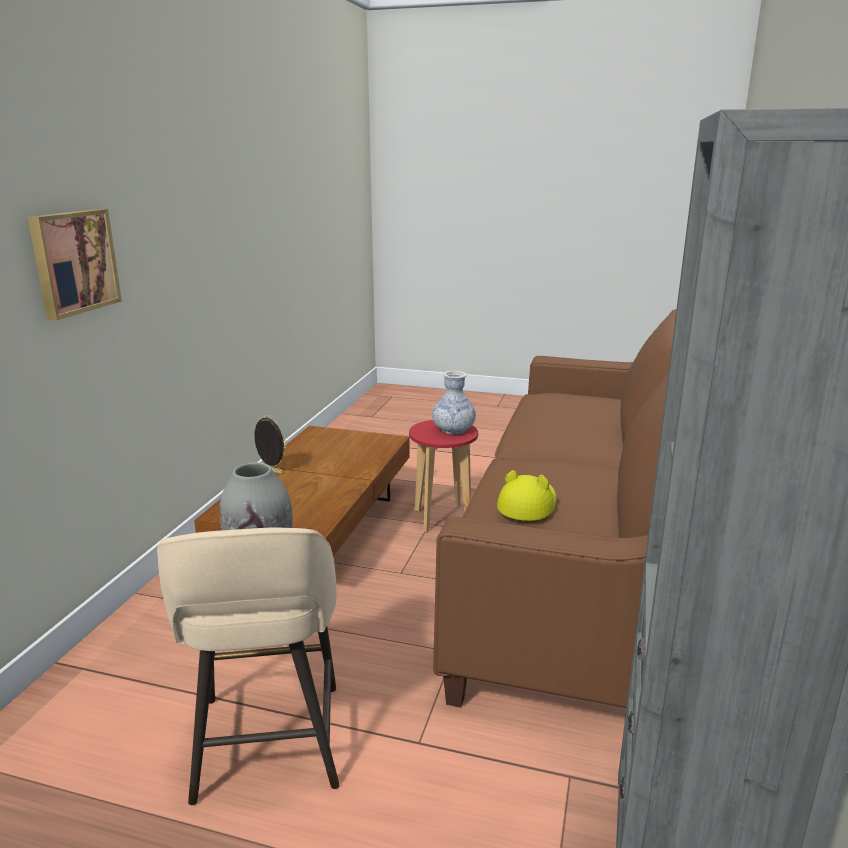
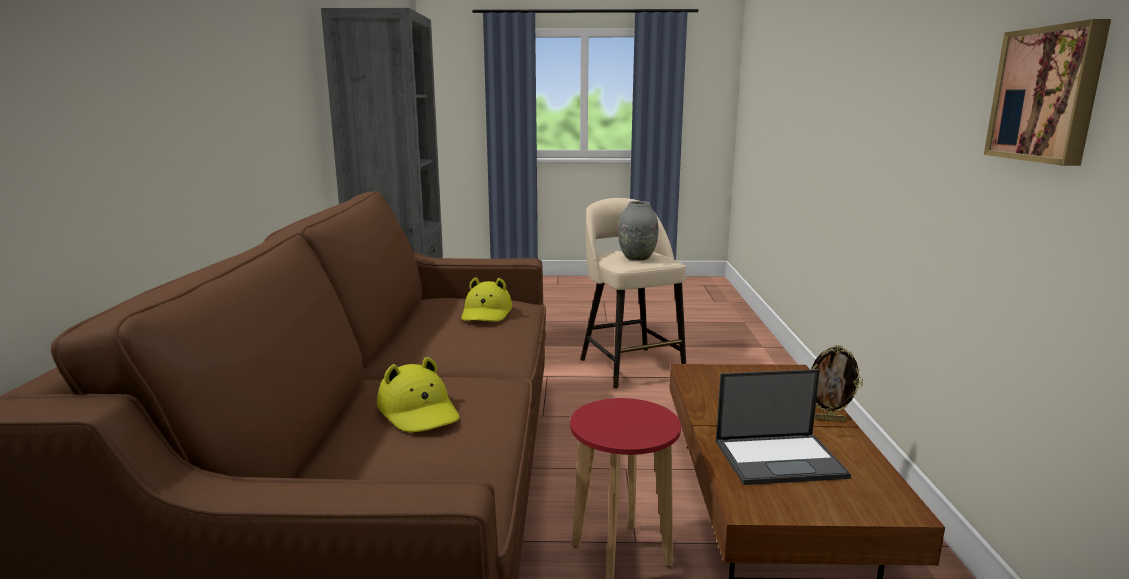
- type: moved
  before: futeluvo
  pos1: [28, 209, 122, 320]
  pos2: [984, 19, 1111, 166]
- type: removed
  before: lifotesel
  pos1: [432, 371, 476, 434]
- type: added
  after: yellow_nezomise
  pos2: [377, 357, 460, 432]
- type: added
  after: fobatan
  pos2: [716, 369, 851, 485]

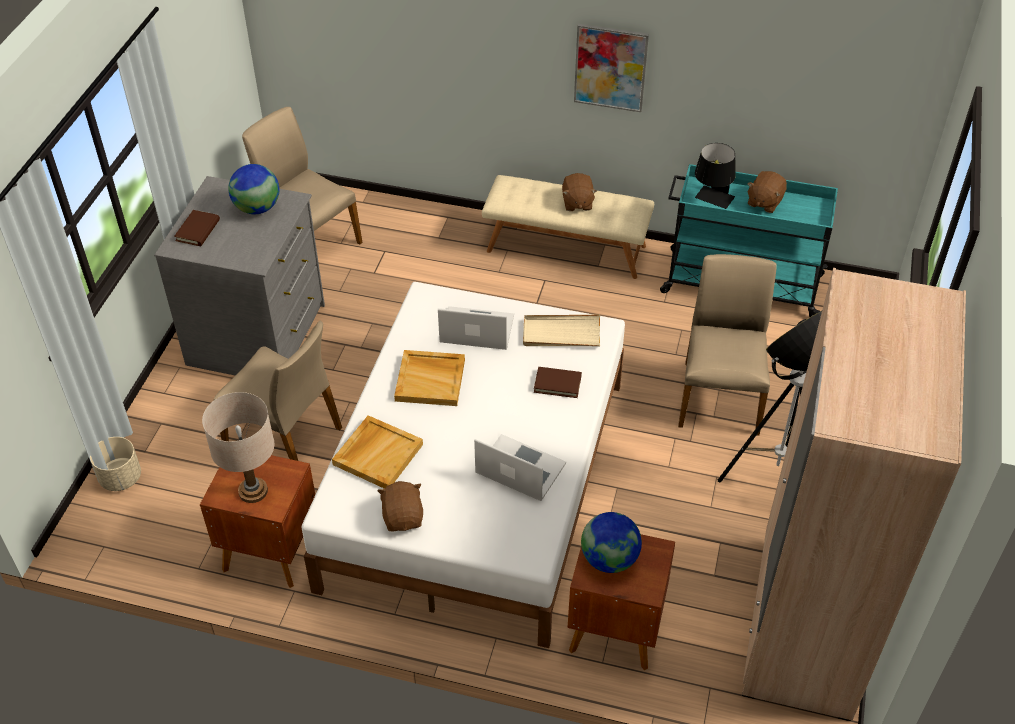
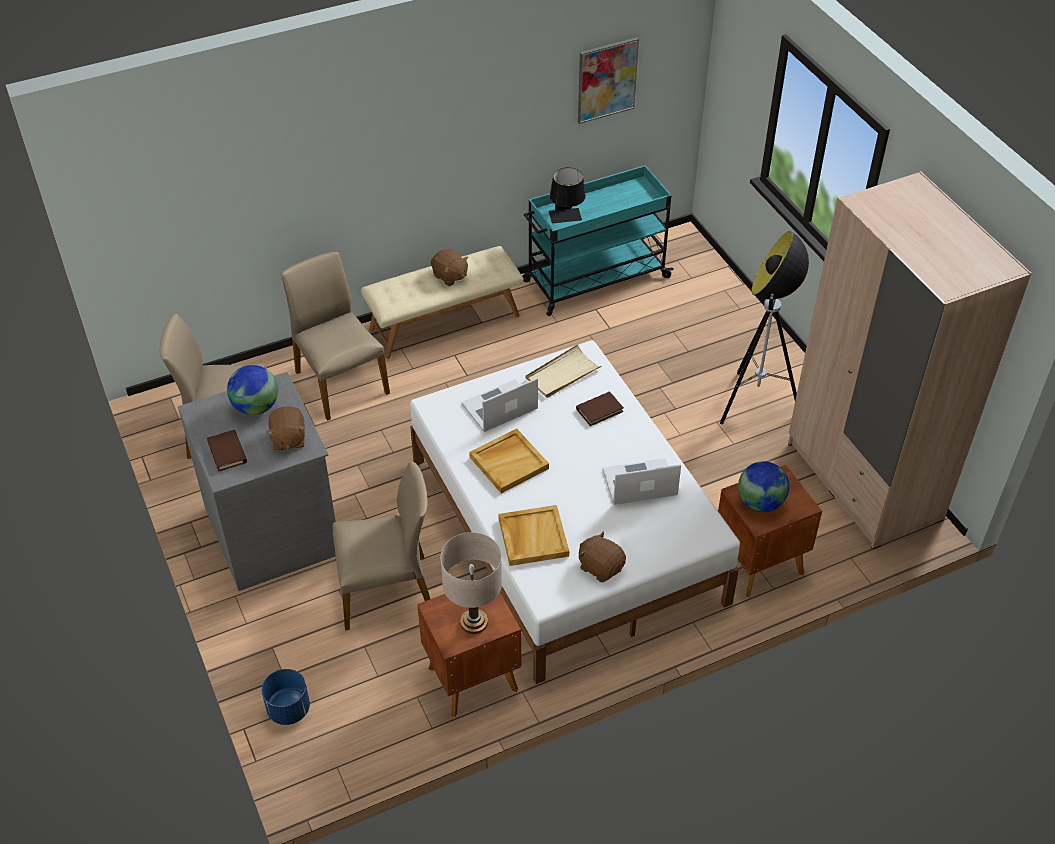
- type: recoloured
  before: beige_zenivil
  after: blue_zenivil
  pos1: [90, 437, 141, 491]
  pos2: [262, 669, 310, 725]
- type: moved
  before: futeluvo
  pos1: [574, 24, 649, 112]
  pos2: [578, 37, 639, 124]
- type: moved
  before: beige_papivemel
  pos1: [678, 254, 777, 436]
  pos2: [281, 252, 390, 421]
- type: moved
  before: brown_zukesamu
  pos1: [747, 171, 787, 213]
  pos2: [266, 407, 305, 451]

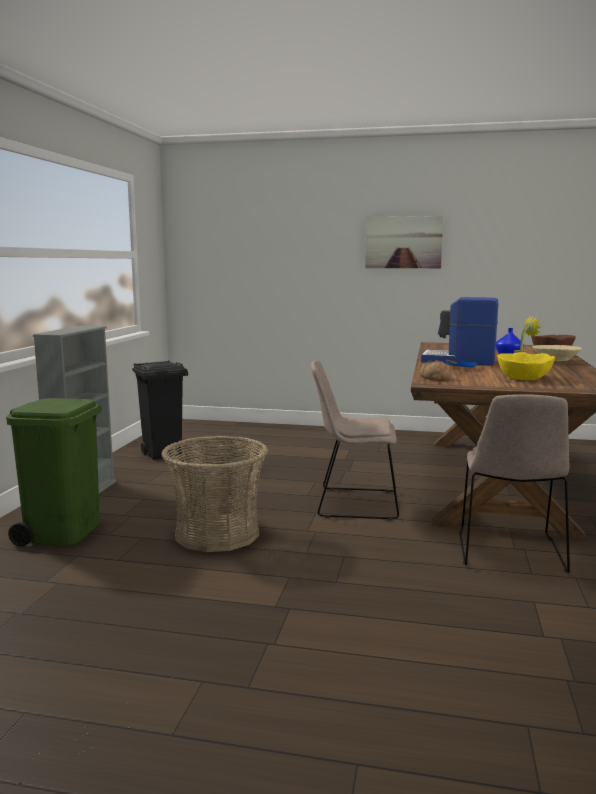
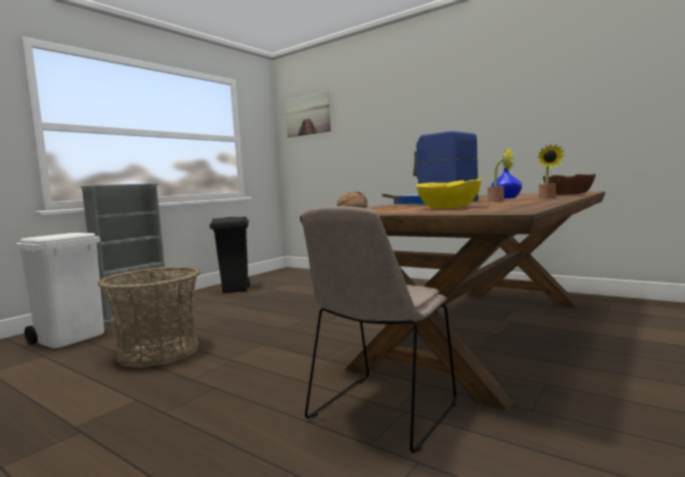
- type: recoloured
  before: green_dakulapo
  after: white_dakulapo
  pos1: [6, 398, 102, 547]
  pos2: [16, 233, 104, 348]
- type: removed
  before: beige_papivemel
  pos1: [311, 361, 399, 520]
- type: moved
  before: futeluvo
  pos1: [365, 216, 443, 268]
  pos2: [285, 91, 331, 138]
- type: replaced
  before: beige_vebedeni
  after: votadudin
  pos1: [533, 345, 582, 361]
  pos2: [538, 144, 566, 199]

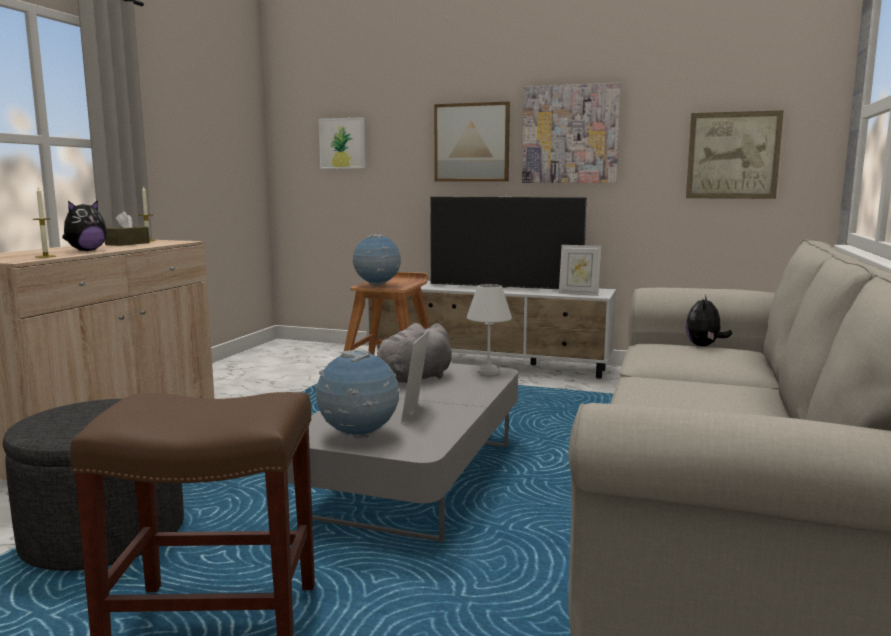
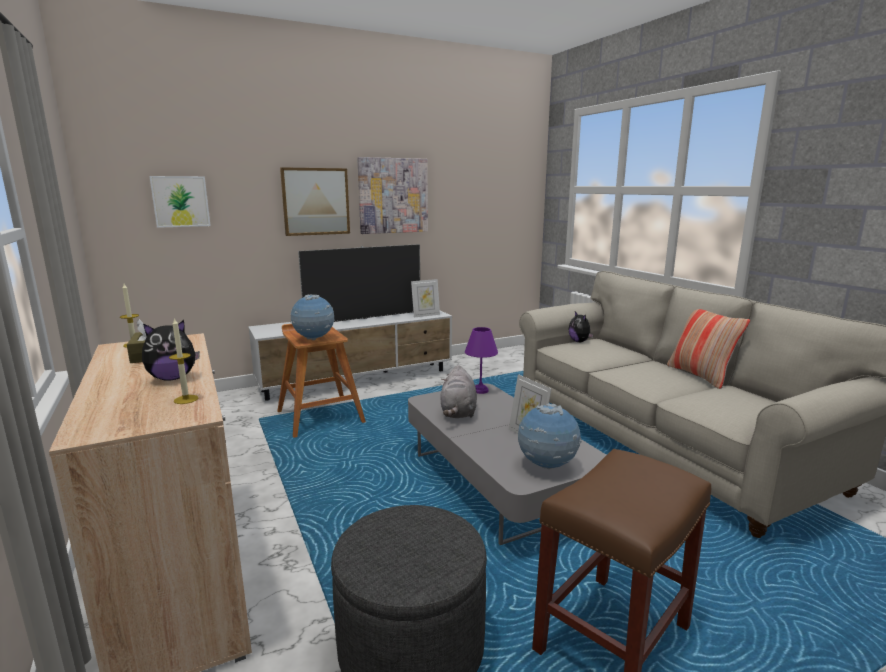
- type: turned
  before: zukesamu
  pos1: [62, 200, 107, 251]
  pos2: [142, 320, 200, 381]
  turn: 75
- type: recoloured
  before: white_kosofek
  after: purple_kosofek
  pos1: [467, 284, 512, 375]
  pos2: [465, 327, 498, 394]
- type: removed
  before: futeluvo
  pos1: [686, 110, 784, 199]
- type: added
  after: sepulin
  pos2: [667, 309, 750, 389]

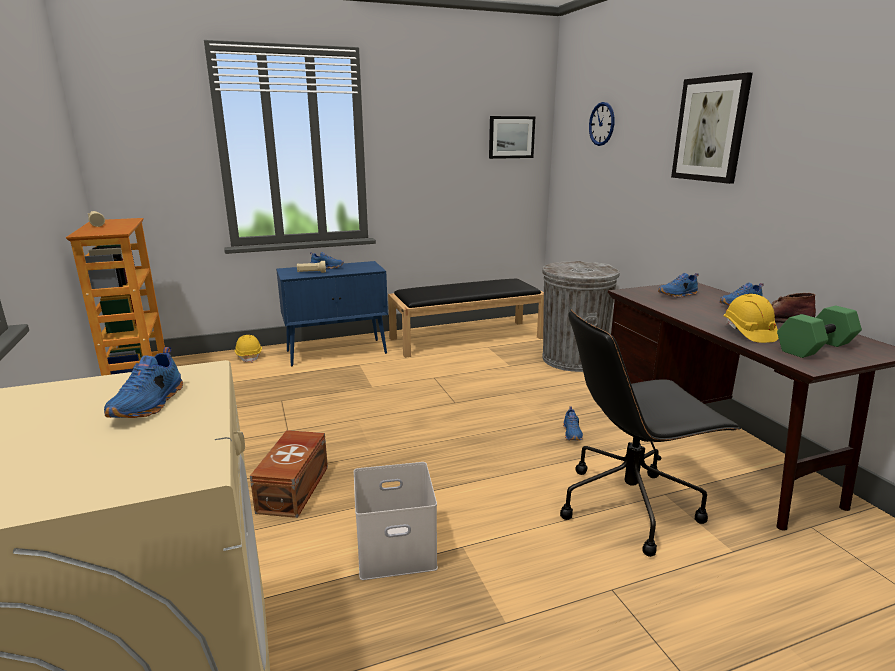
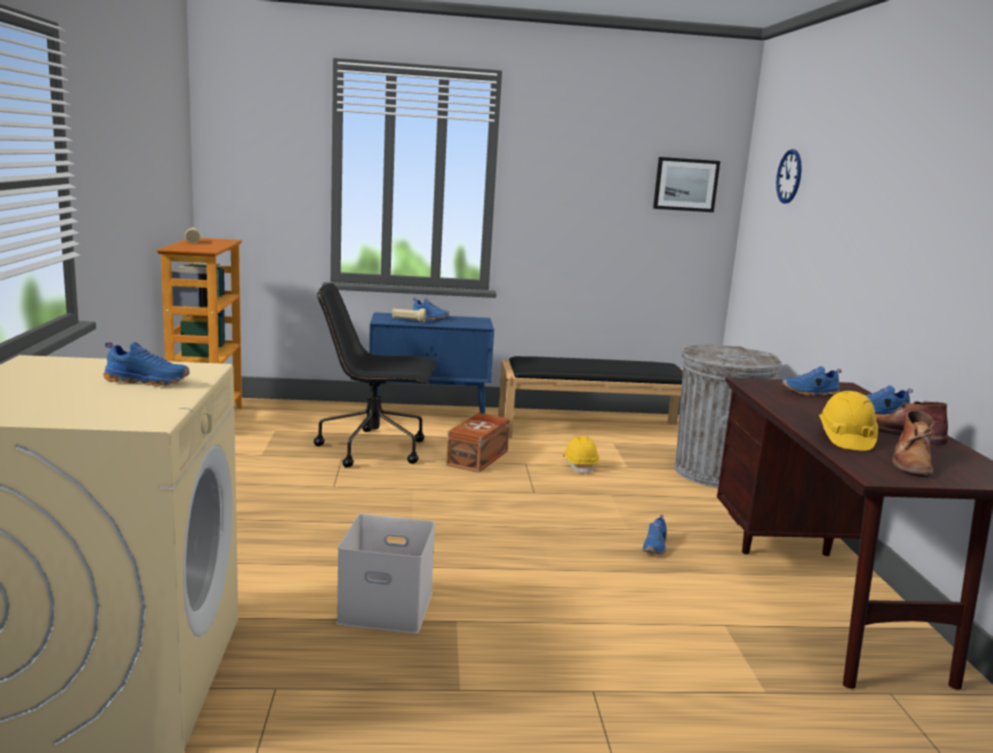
- type: turned
  before: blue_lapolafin
  pos1: [104, 347, 183, 418]
  pos2: [103, 342, 190, 387]
  turn: -105
- type: moved
  before: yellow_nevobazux
  pos1: [234, 335, 262, 363]
  pos2: [563, 436, 599, 475]
- type: moved
  before: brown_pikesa
  pos1: [250, 430, 328, 518]
  pos2: [446, 413, 510, 473]
- type: moved
  before: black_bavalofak
  pos1: [560, 310, 741, 557]
  pos2: [314, 283, 436, 468]
- type: removed
  before: futeluvo
  pos1: [671, 72, 753, 184]
- type: replaced
  before: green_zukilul
  after: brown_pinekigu
  pos1: [777, 306, 862, 358]
  pos2: [892, 410, 934, 477]

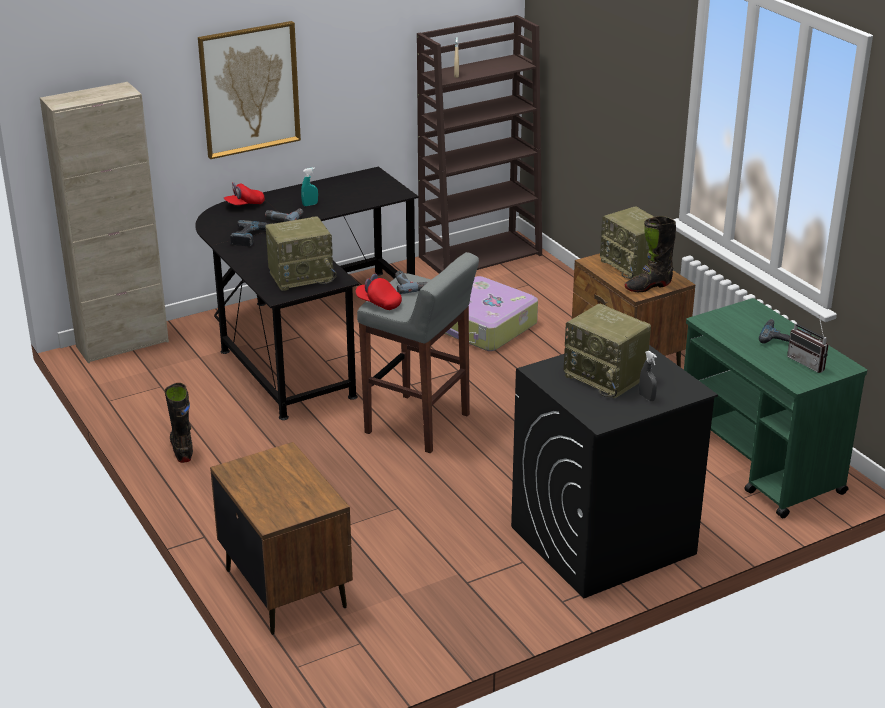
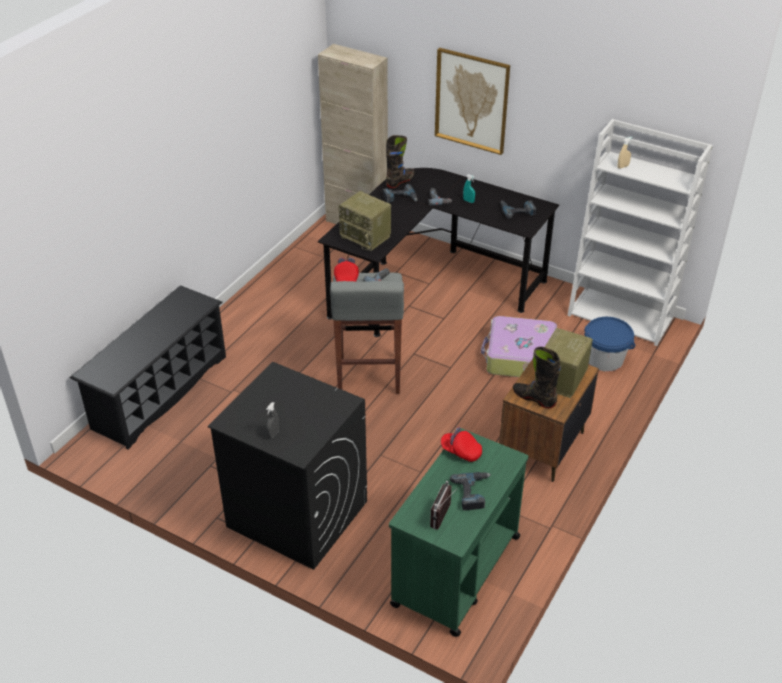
- type: moved
  before: black_pinekigu
  pos1: [165, 383, 193, 463]
  pos2: [386, 135, 414, 188]
- type: replaced
  before: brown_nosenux
  after: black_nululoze
  pos1: [210, 442, 353, 635]
  pos2: [70, 285, 226, 450]
- type: moved
  before: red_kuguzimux
  pos1: [224, 182, 265, 205]
  pos2: [441, 427, 482, 462]
- type: recoloured
  before: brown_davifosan
  after: white_davifosan
  pos1: [417, 15, 542, 274]
  pos2: [567, 119, 713, 346]
- type: removed
  before: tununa
  pos1: [564, 304, 651, 399]
- type: added
  after: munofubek
  pos2: [501, 200, 536, 219]
- type: added
  after: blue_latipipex
  pos2: [584, 317, 635, 372]

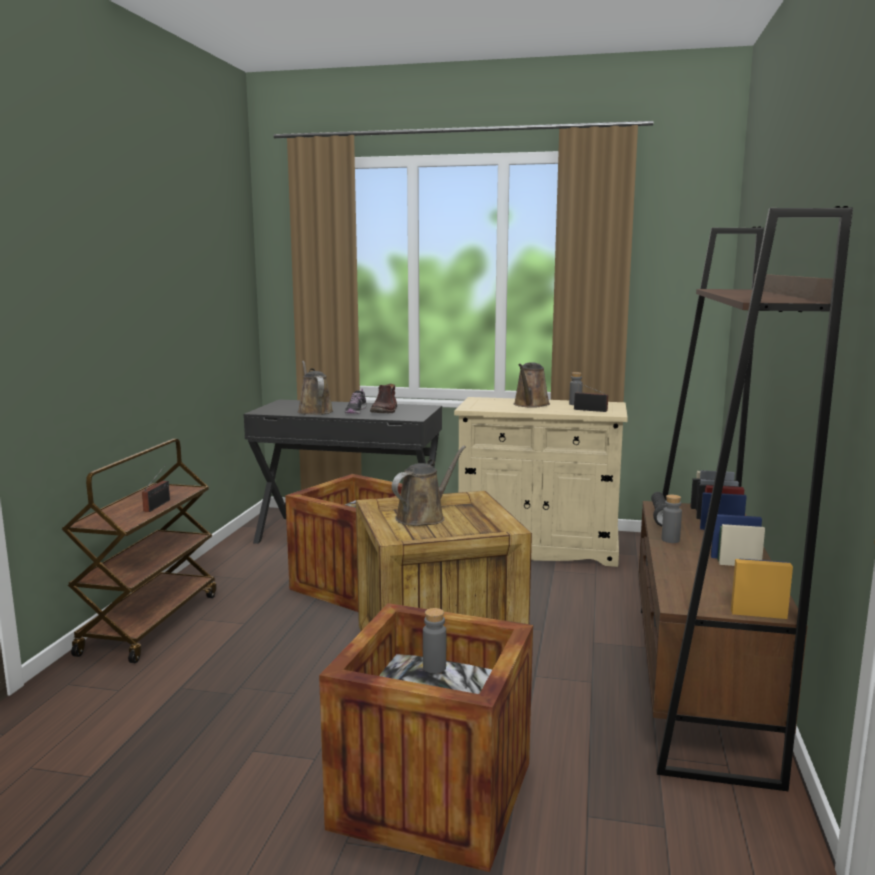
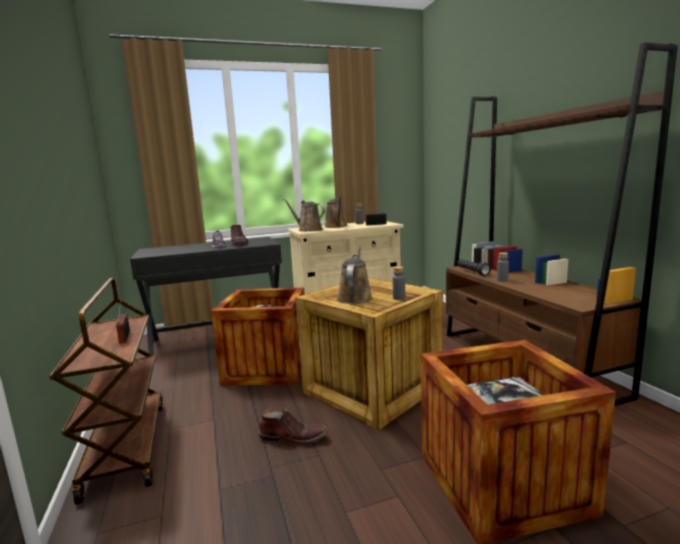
- type: moved
  before: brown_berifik
  pos1: [298, 361, 333, 415]
  pos2: [283, 199, 325, 232]
- type: moved
  before: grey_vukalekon
  pos1: [423, 608, 446, 673]
  pos2: [393, 266, 405, 300]
- type: added
  after: brown_pinekigu
  pos2: [259, 408, 328, 445]

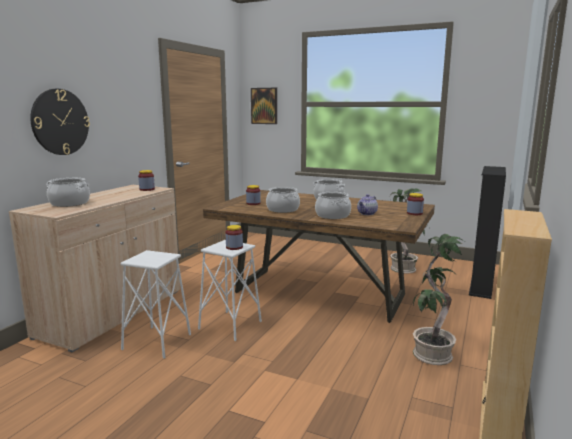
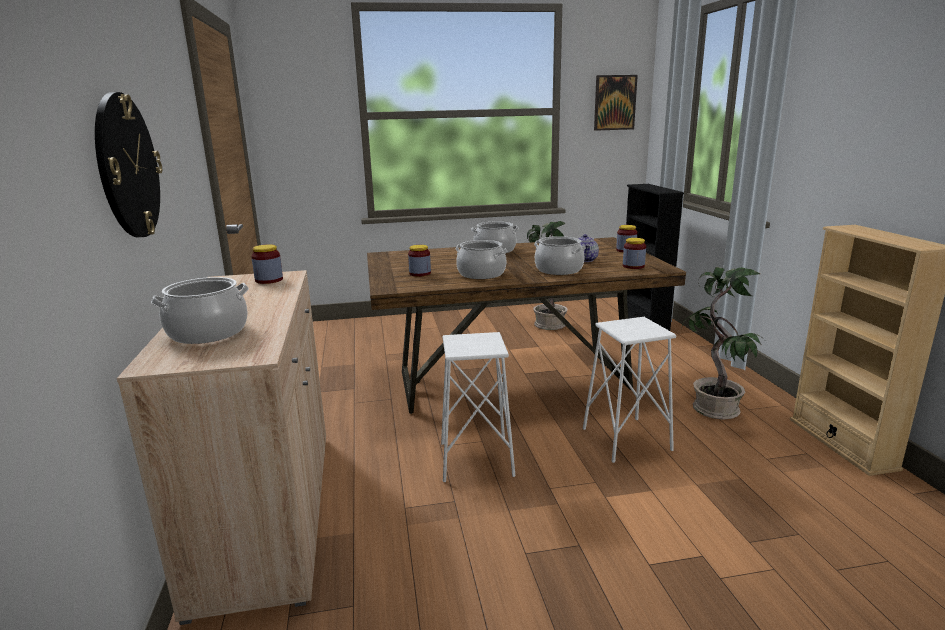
- type: moved
  before: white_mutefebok
  pos1: [121, 250, 191, 359]
  pos2: [583, 317, 676, 463]
- type: moved
  before: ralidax
  pos1: [226, 225, 243, 250]
  pos2: [623, 238, 646, 269]
- type: moved
  before: futeluvo
  pos1: [251, 88, 277, 124]
  pos2: [594, 75, 638, 131]

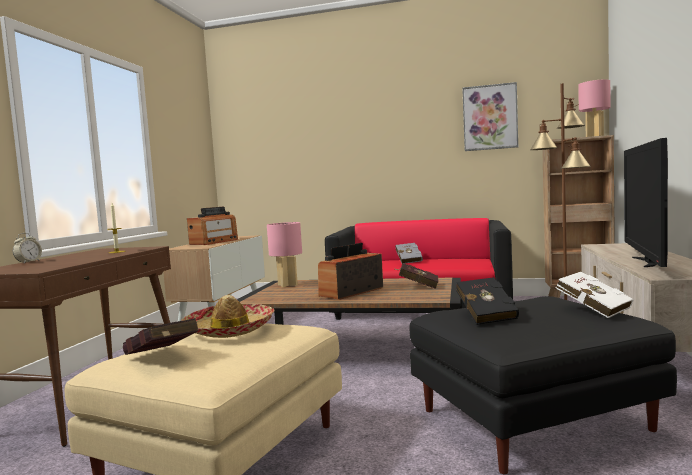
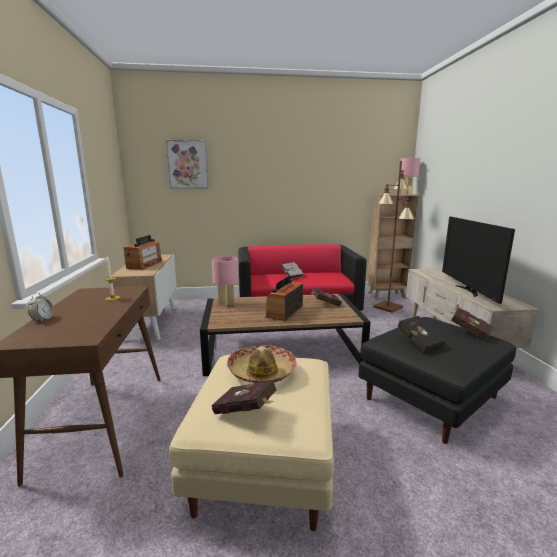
- type: moved
  before: futeluvo
  pos1: [462, 82, 518, 151]
  pos2: [166, 140, 208, 189]
- type: recoloured
  before: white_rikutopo
  after: red_rikutopo
  pos1: [556, 272, 634, 318]
  pos2: [448, 308, 492, 341]

